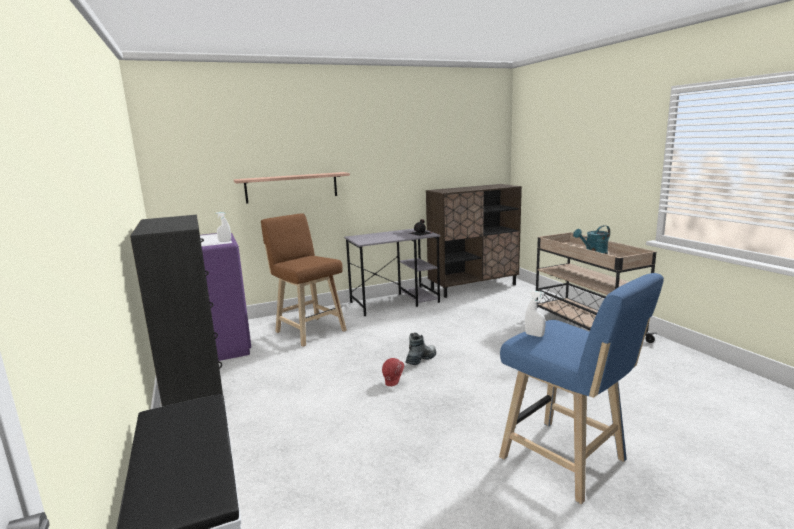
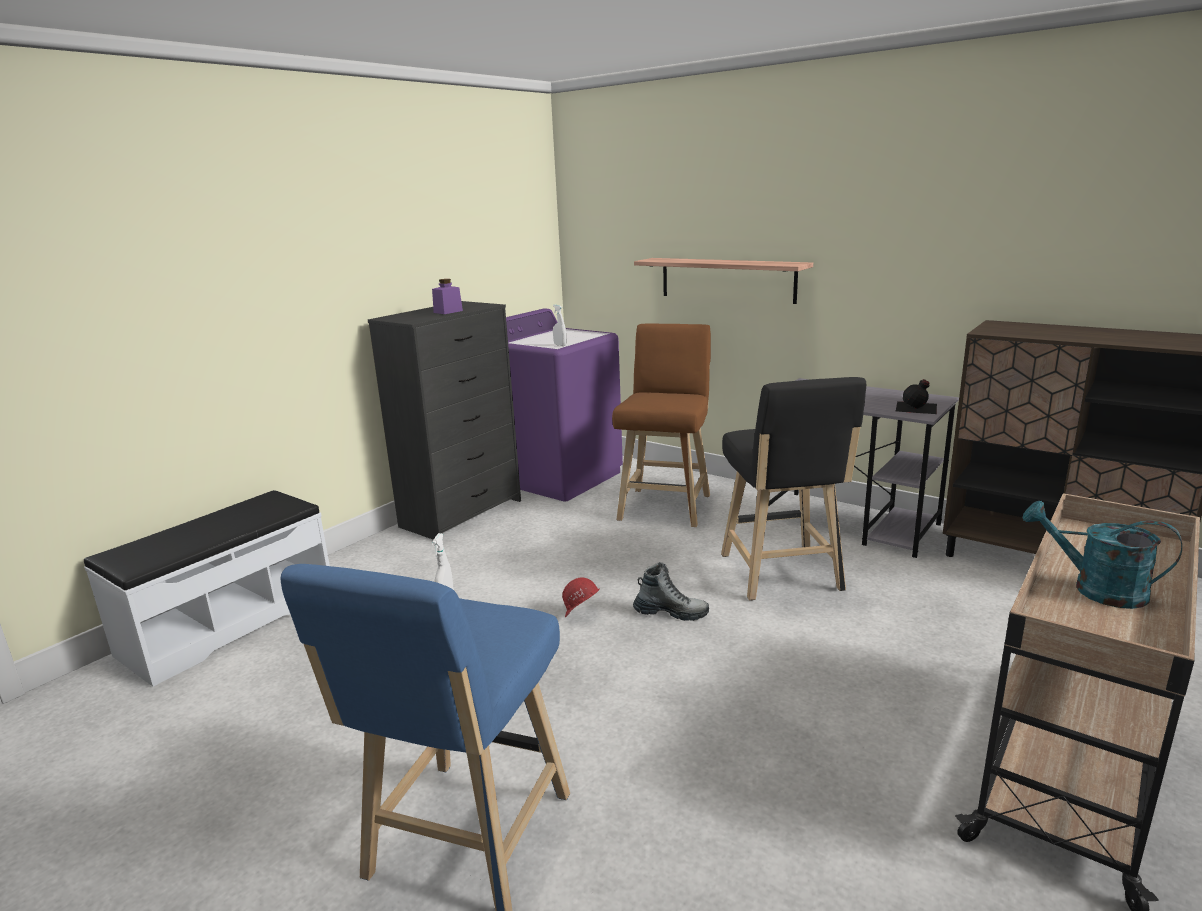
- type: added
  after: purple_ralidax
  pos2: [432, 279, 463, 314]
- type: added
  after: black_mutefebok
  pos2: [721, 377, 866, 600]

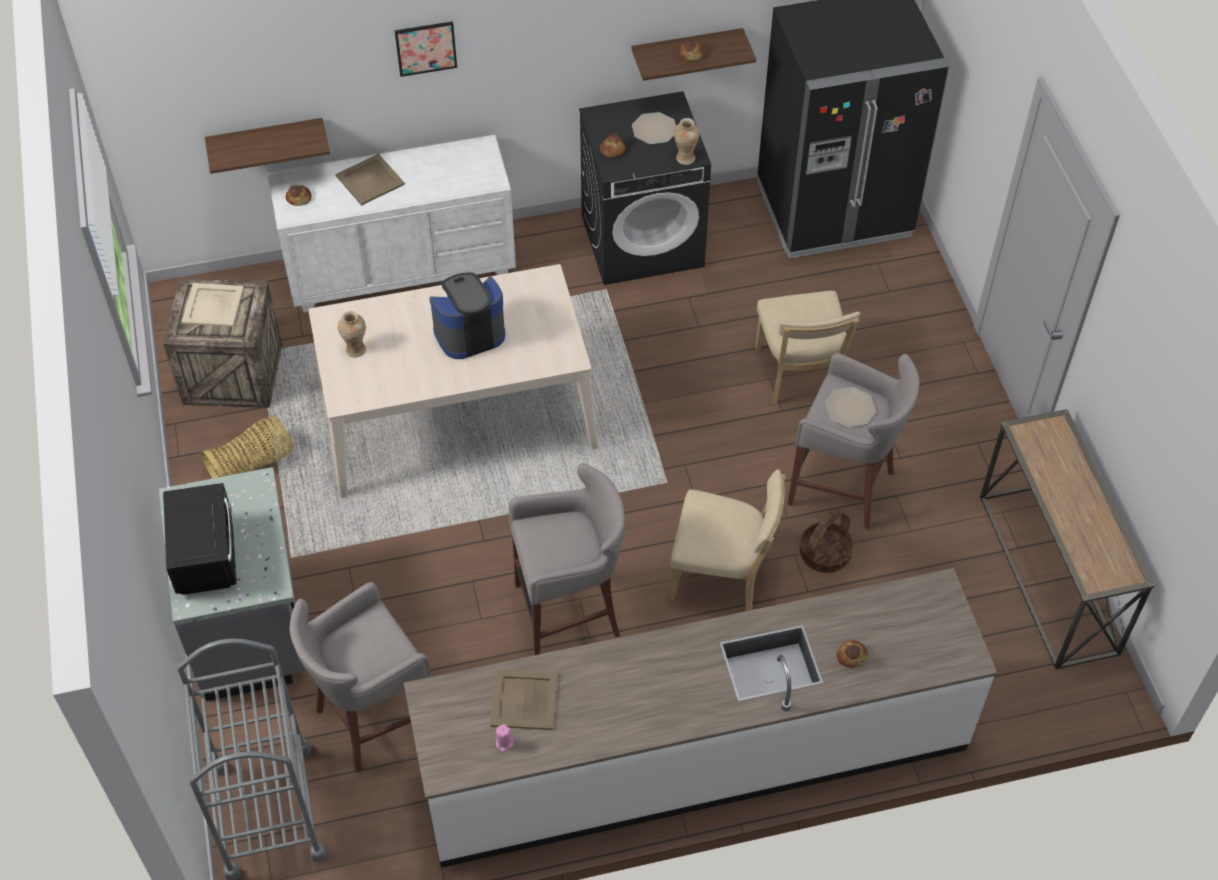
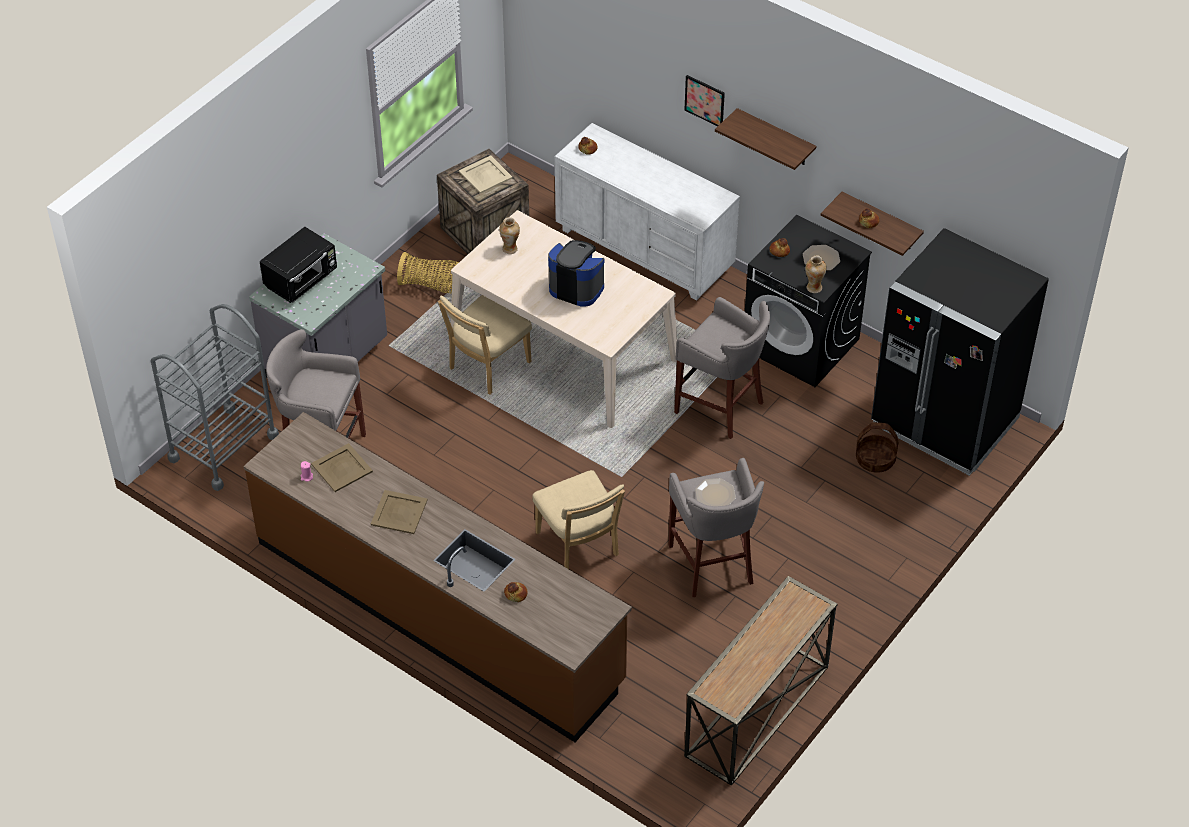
- type: moved
  before: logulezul
  pos1: [205, 118, 330, 174]
  pos2: [715, 108, 816, 170]
- type: moved
  before: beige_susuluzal
  pos1: [336, 154, 405, 206]
  pos2: [371, 490, 428, 534]
- type: recoloured
  before: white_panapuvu
  after: brown_panapuvu
  pos1: [404, 568, 997, 868]
  pos2: [243, 412, 632, 742]
- type: moved
  before: grey_mutefebok
  pos1: [509, 463, 625, 655]
  pos2: [674, 297, 770, 439]
- type: moved
  before: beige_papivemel
  pos1: [756, 291, 860, 404]
  pos2: [438, 295, 532, 395]
- type: moved
  before: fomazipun
  pos1: [800, 508, 853, 573]
  pos2: [856, 422, 898, 473]

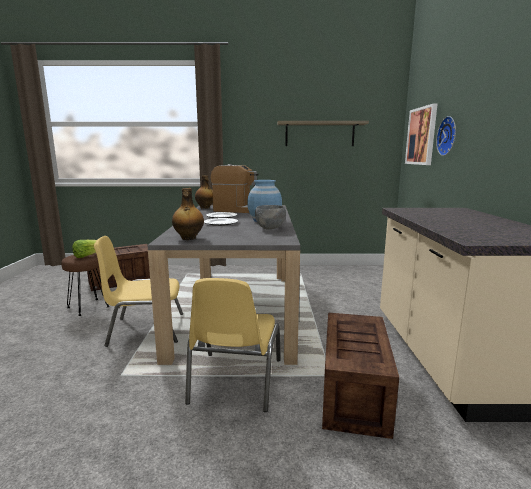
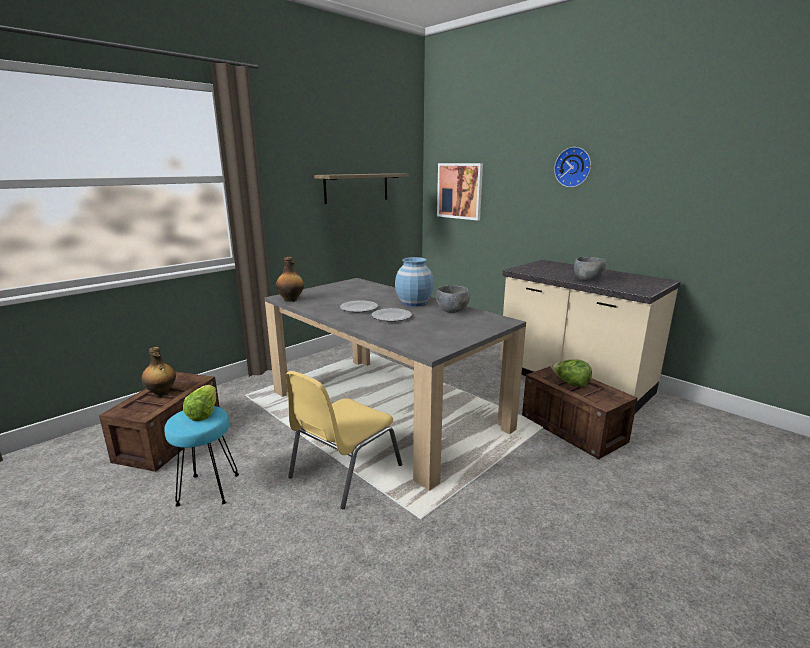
- type: recoloured
  before: brown_mutefebok
  after: turquoise_mutefebok
  pos1: [61, 253, 110, 316]
  pos2: [164, 406, 239, 506]
- type: moved
  before: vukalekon
  pos1: [172, 188, 204, 240]
  pos2: [141, 347, 176, 396]
- type: removed
  before: yellow_papivemel
  pos1: [185, 278, 281, 412]
- type: removed
  before: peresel
  pos1: [211, 164, 259, 213]
- type: moved
  before: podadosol
  pos1: [436, 116, 456, 156]
  pos2: [554, 147, 591, 187]
- type: added
  after: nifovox
  pos2: [551, 360, 592, 387]
- type: added
  after: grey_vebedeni
  pos2: [574, 257, 606, 281]

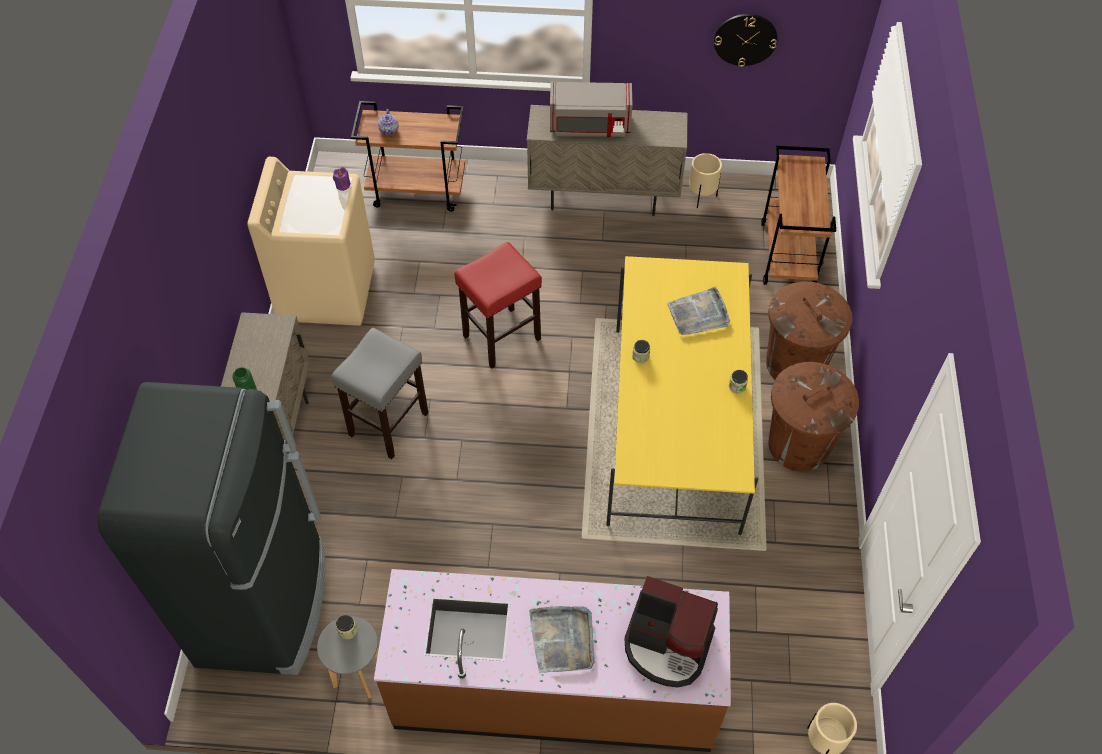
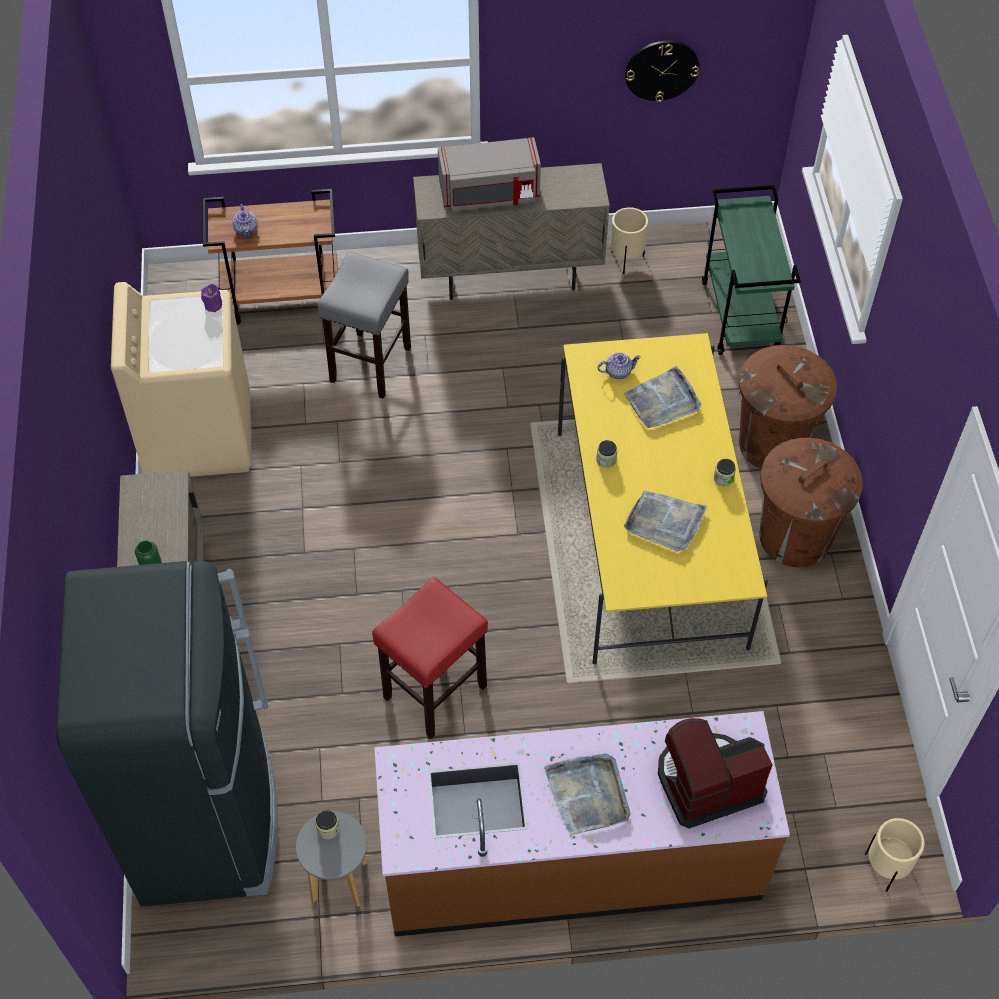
- type: moved
  before: grey_mutefebok
  pos1: [331, 328, 429, 459]
  pos2: [318, 252, 411, 399]
- type: moved
  before: red_mutefebok
  pos1: [454, 242, 542, 369]
  pos2: [372, 577, 488, 739]
- type: turned
  before: peresel
  pos1: [625, 576, 718, 688]
  pos2: [658, 718, 772, 829]
  turn: 150
- type: recoloured
  before: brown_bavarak
  after: green_bavarak
  pos1: [761, 146, 836, 285]
  pos2: [702, 185, 801, 355]
- type: added
  after: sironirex
  pos2: [598, 353, 641, 379]
- type: added
  after: grey_susuluzal
  pos2: [624, 491, 707, 552]

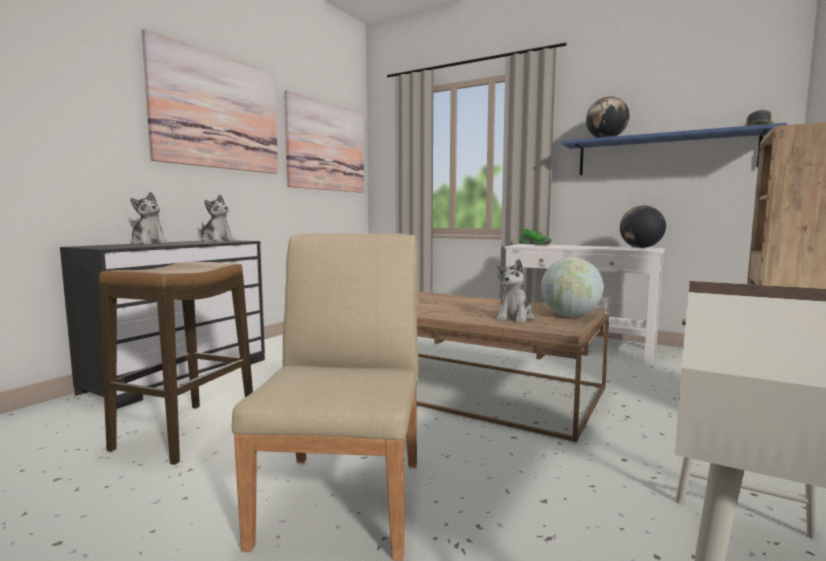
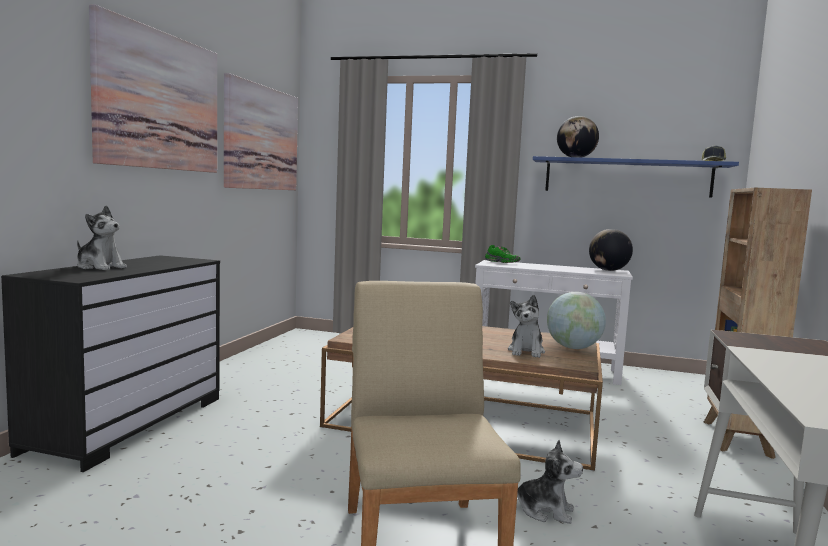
- type: removed
  before: mutefebok
  pos1: [99, 262, 253, 465]
- type: moved
  before: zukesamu
  pos1: [201, 194, 236, 242]
  pos2: [517, 440, 583, 524]

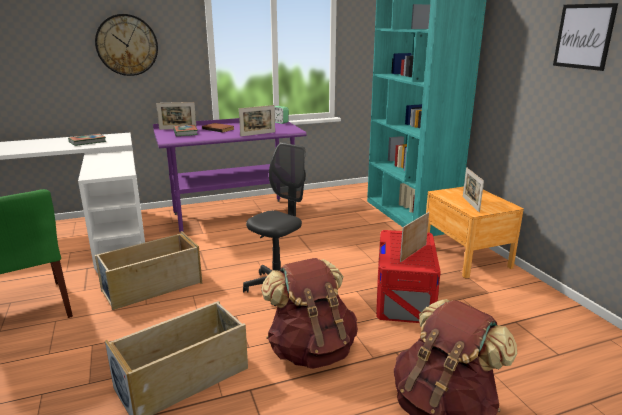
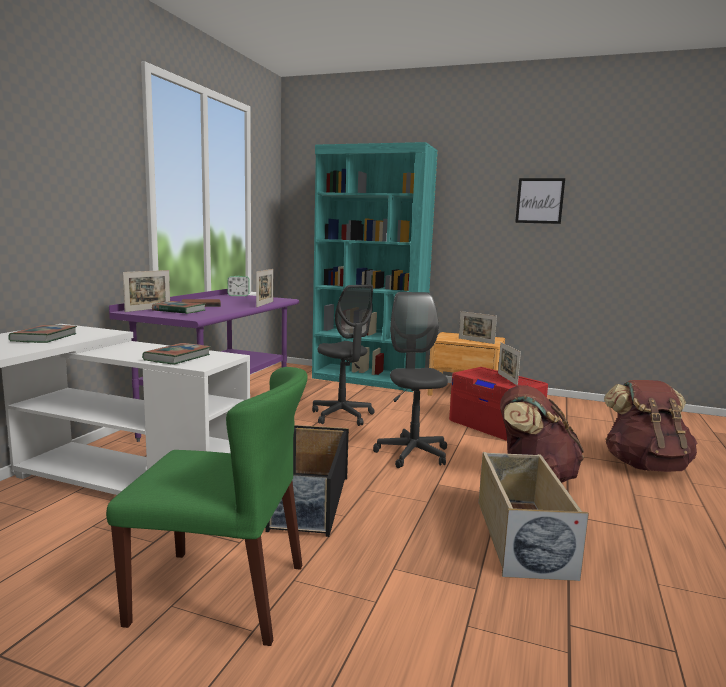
- type: removed
  before: podadosol
  pos1: [95, 14, 158, 76]
- type: recoloured
  before: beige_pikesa
  after: black_pikesa
  pos1: [95, 231, 202, 310]
  pos2: [265, 425, 349, 537]
- type: added
  after: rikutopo
  pos2: [142, 343, 210, 365]
- type: added
  after: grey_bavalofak
  pos2: [312, 284, 375, 426]

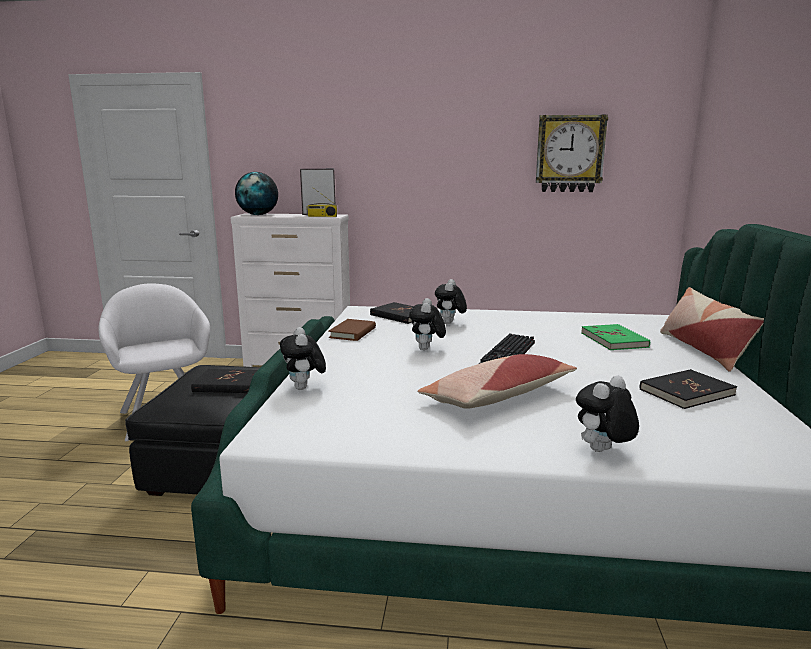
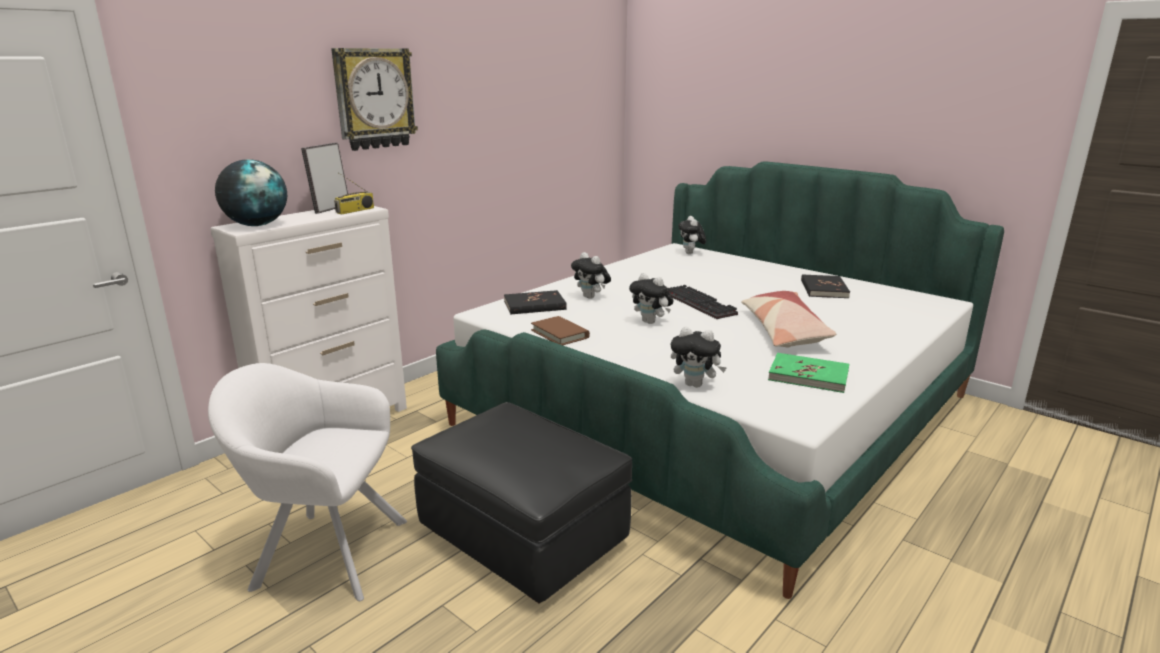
- type: removed
  before: black_rikutopo
  pos1: [191, 369, 258, 393]
- type: moved
  before: podadosol
  pos1: [536, 114, 608, 192]
  pos2: [331, 48, 418, 151]
- type: moved
  before: zukesamu
  pos1: [576, 376, 639, 452]
  pos2: [678, 216, 706, 254]
- type: moved
  before: green_rikutopo
  pos1: [581, 324, 650, 350]
  pos2: [768, 353, 849, 393]
- type: removed
  before: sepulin
  pos1: [660, 287, 764, 372]

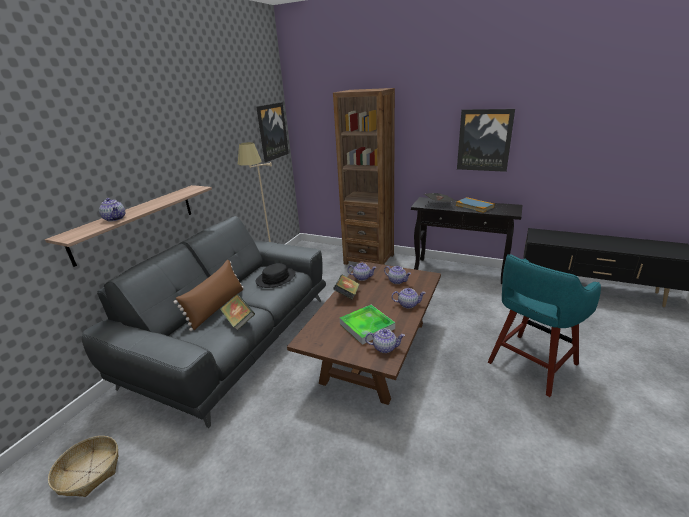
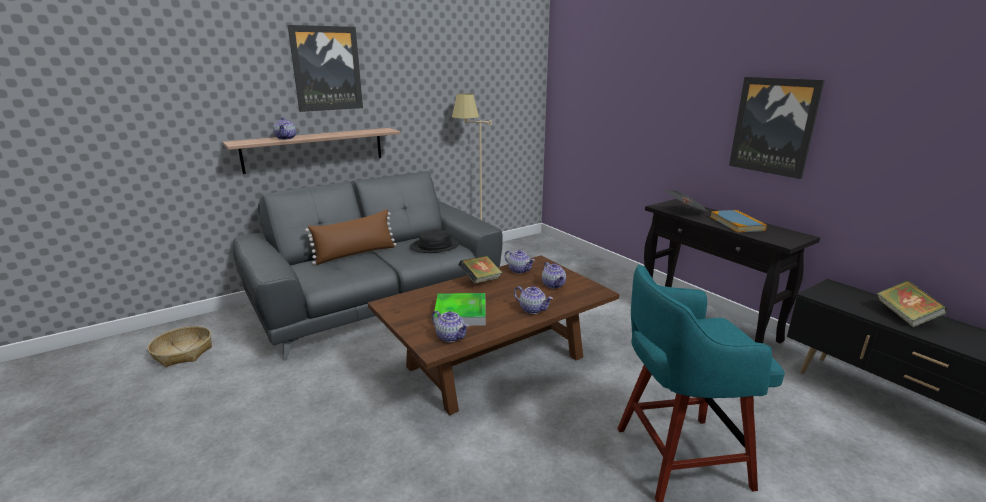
- type: moved
  before: rikutopo
  pos1: [220, 294, 255, 331]
  pos2: [877, 280, 947, 328]
- type: moved
  before: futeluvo
  pos1: [256, 102, 289, 162]
  pos2: [288, 25, 363, 112]
- type: removed
  before: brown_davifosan
  pos1: [333, 88, 395, 265]

